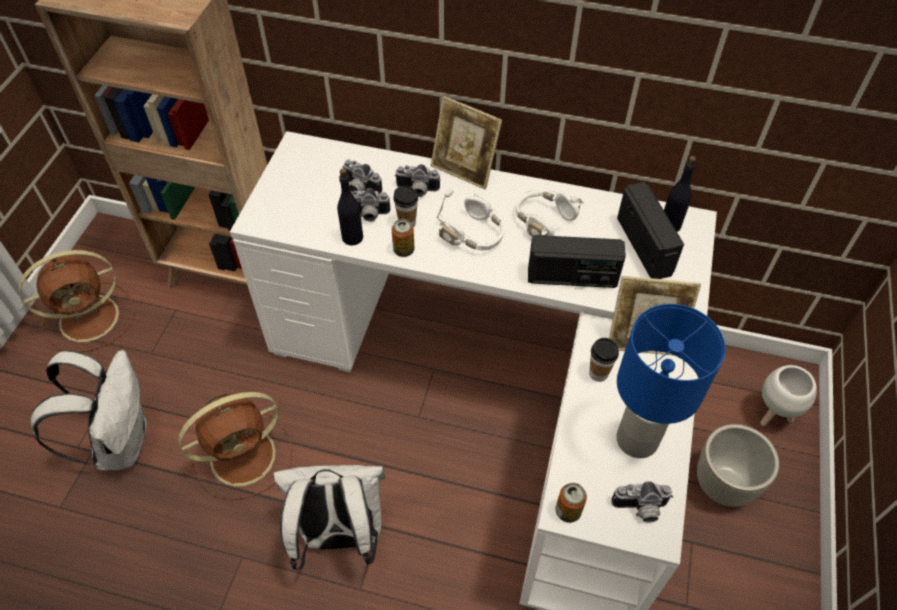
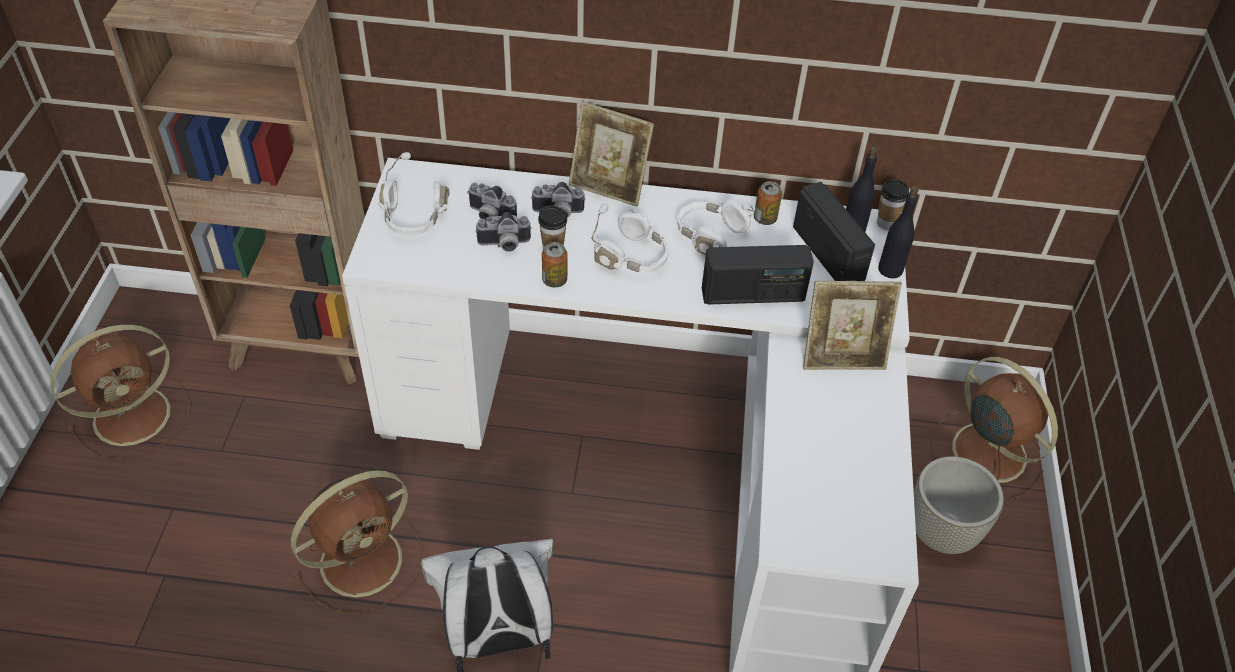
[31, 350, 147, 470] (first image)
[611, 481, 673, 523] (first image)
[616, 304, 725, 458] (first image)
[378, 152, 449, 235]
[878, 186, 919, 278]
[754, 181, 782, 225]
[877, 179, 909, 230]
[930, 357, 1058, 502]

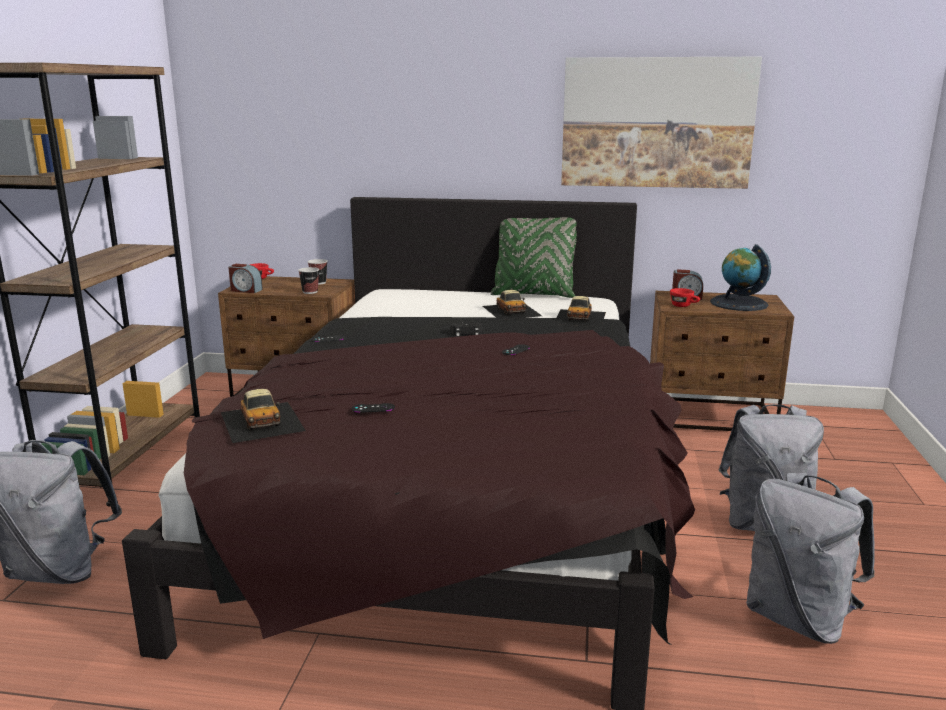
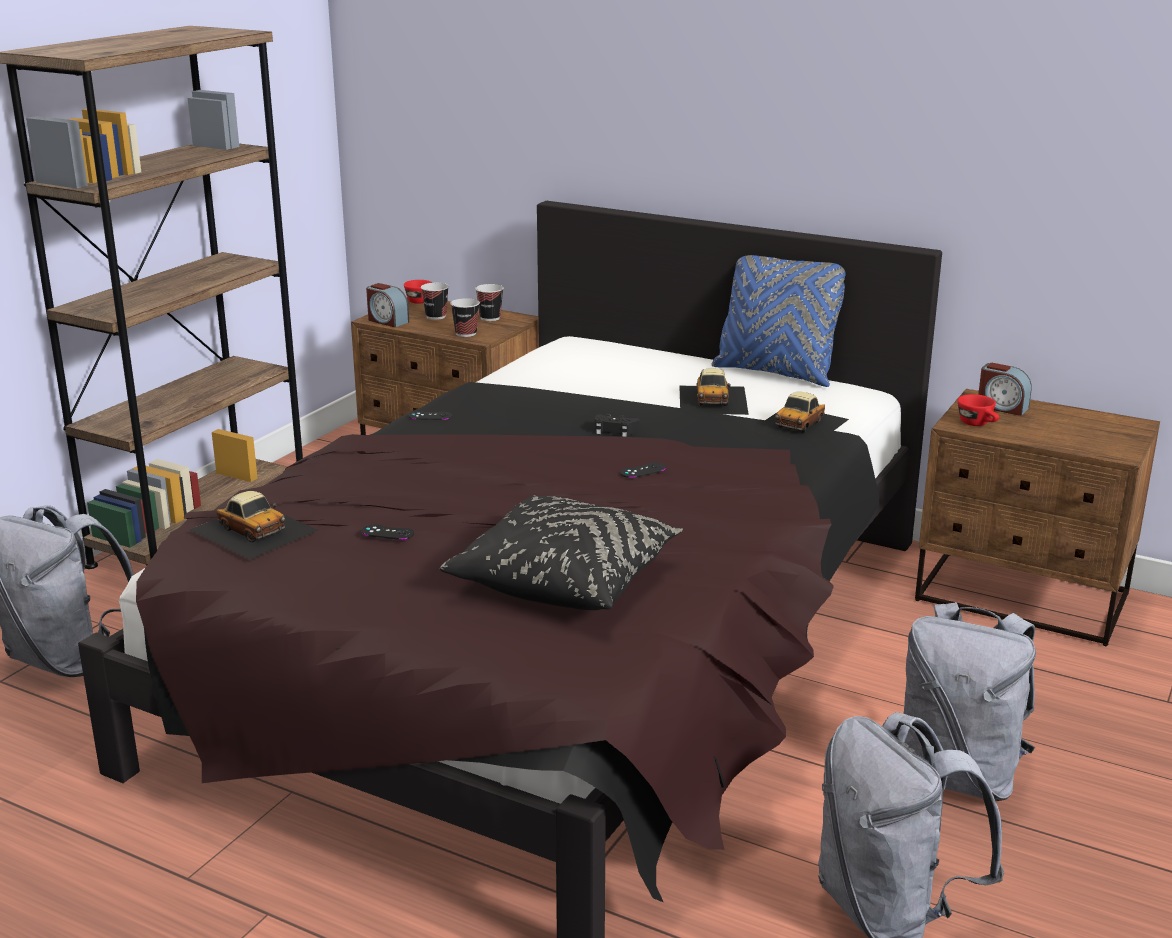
[561, 57, 762, 189] (first image)
[710, 244, 771, 311] (first image)
[421, 283, 449, 320]
[440, 495, 683, 610]
[711, 255, 845, 387]
[190, 491, 319, 559]

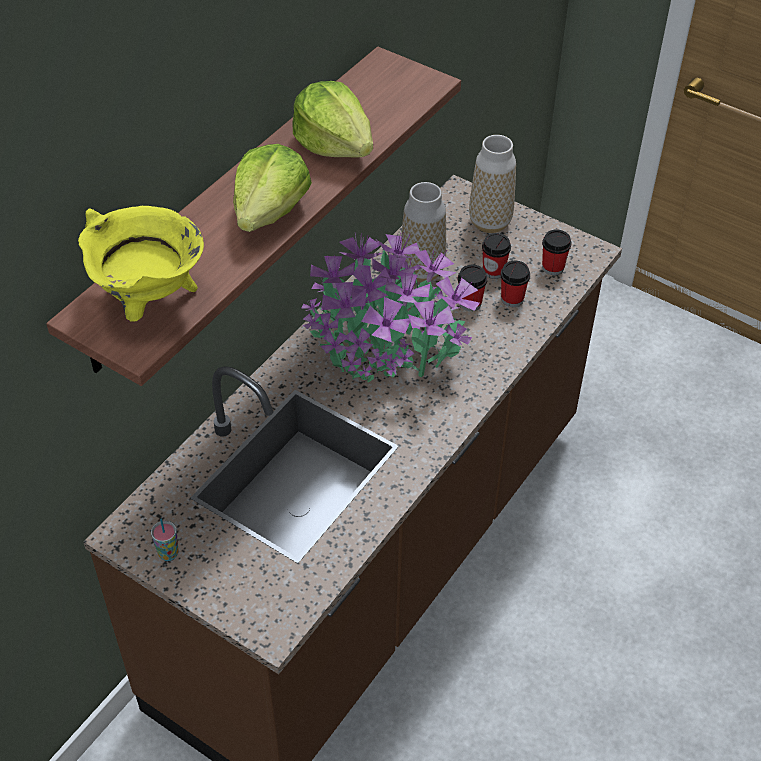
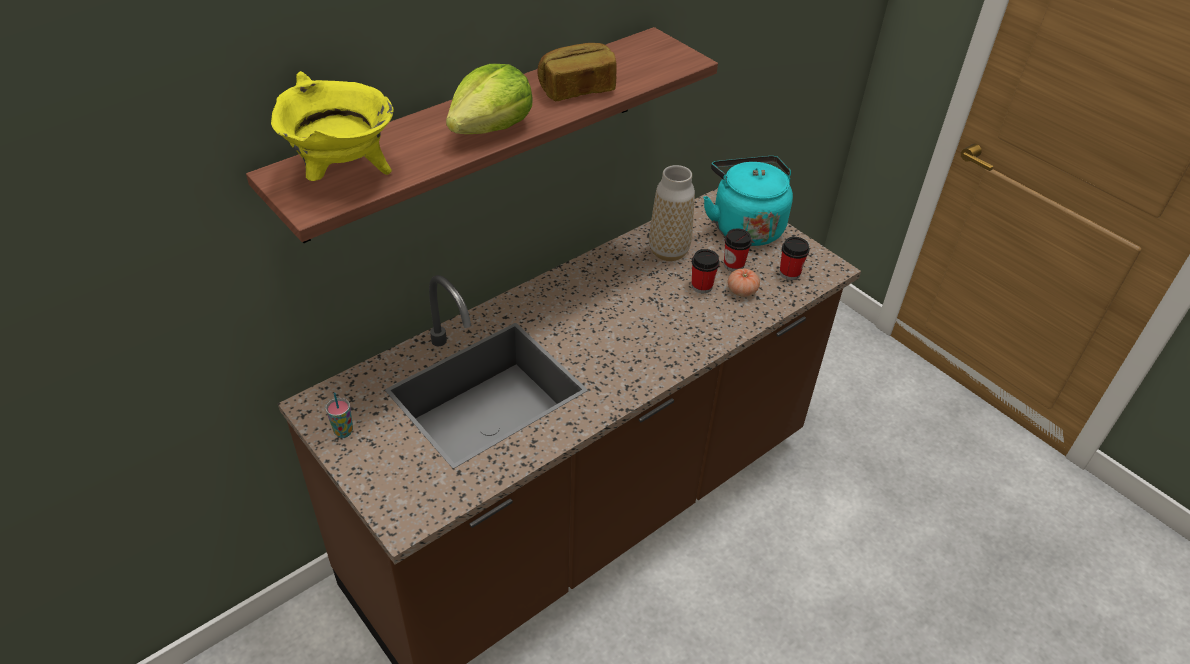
[302, 232, 480, 382] (first image)
[538, 43, 617, 101]
[703, 156, 793, 246]
[728, 268, 760, 297]

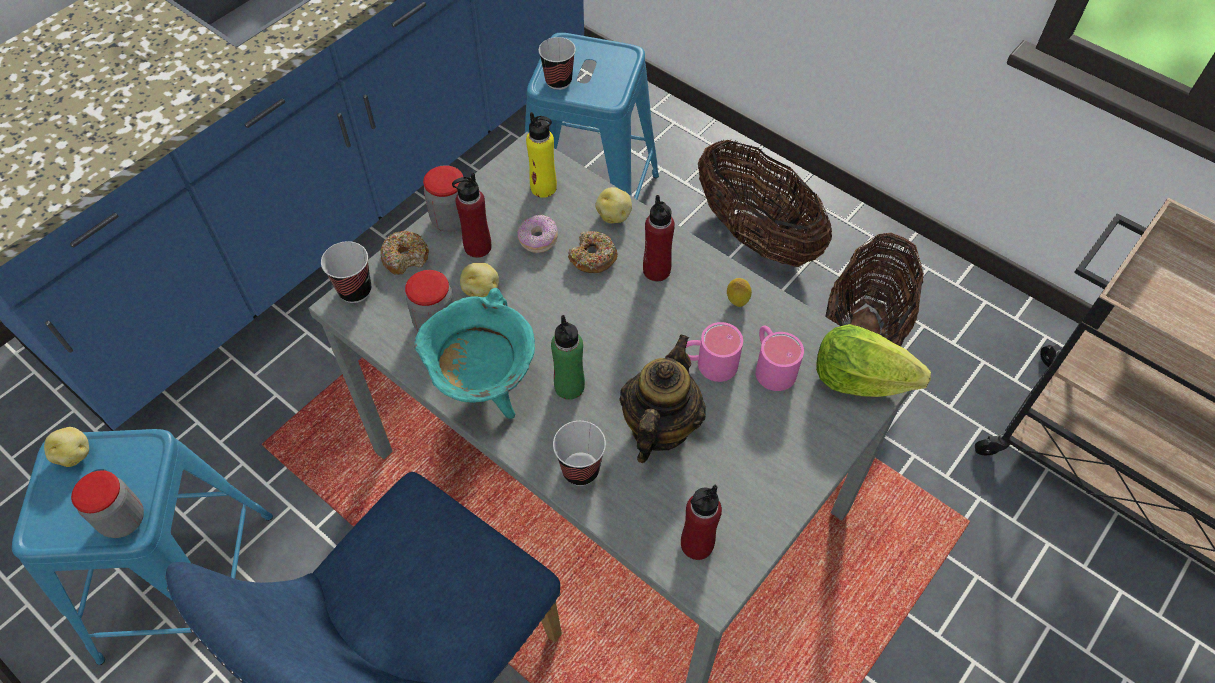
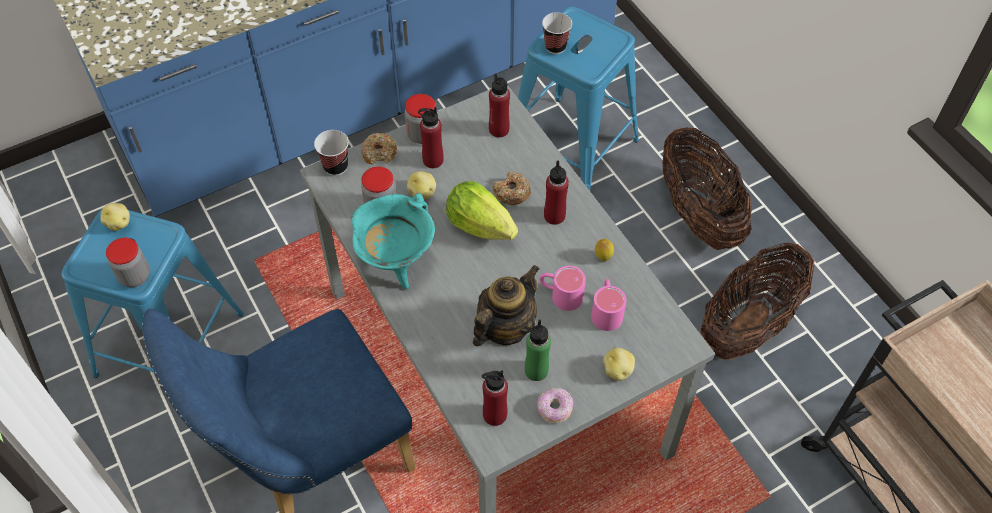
[553, 421, 606, 486] (first image)
[537, 388, 573, 423]
[525, 320, 551, 381]
[603, 348, 635, 381]
[446, 181, 518, 240]
[489, 73, 510, 137]

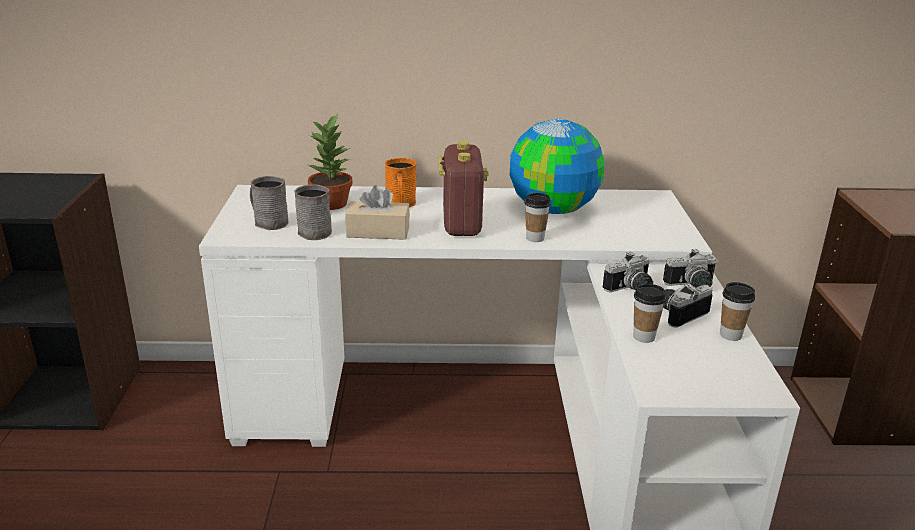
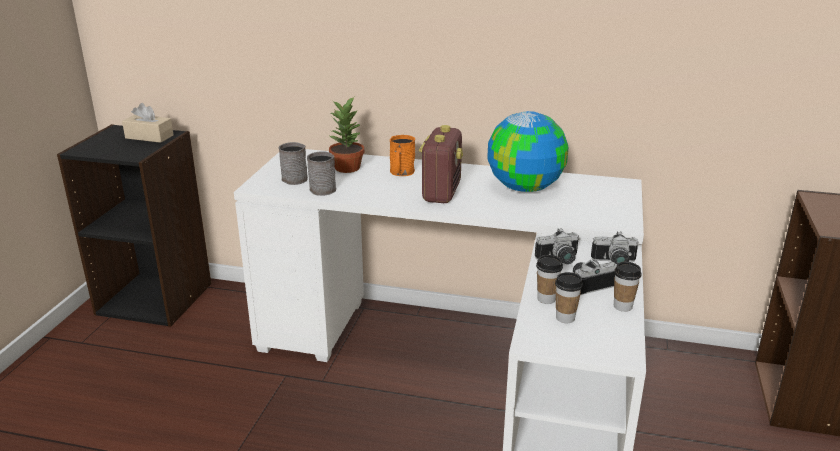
[122, 103, 173, 143]
[555, 272, 583, 323]

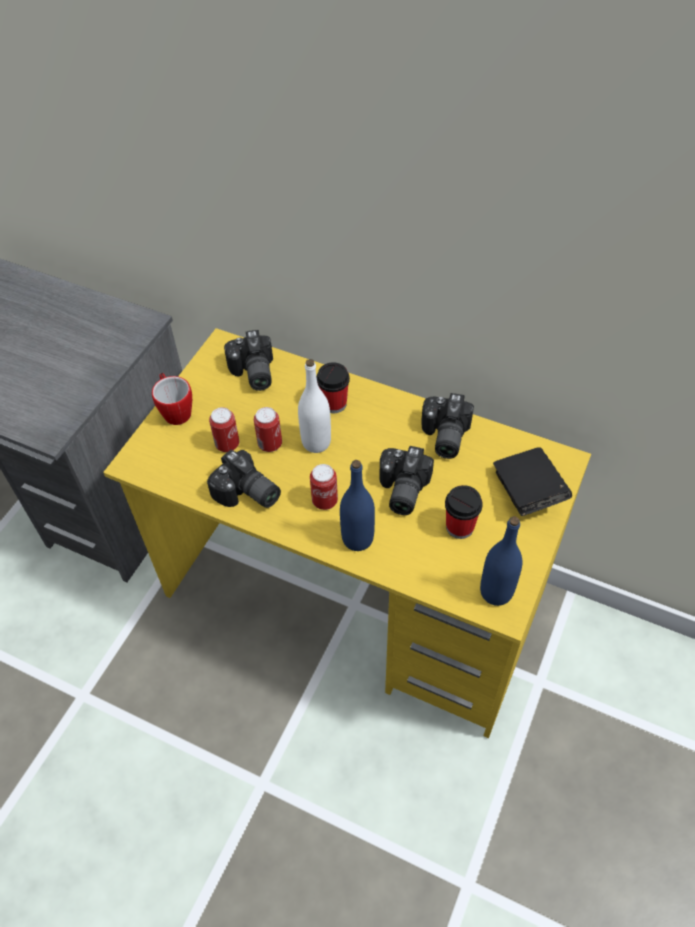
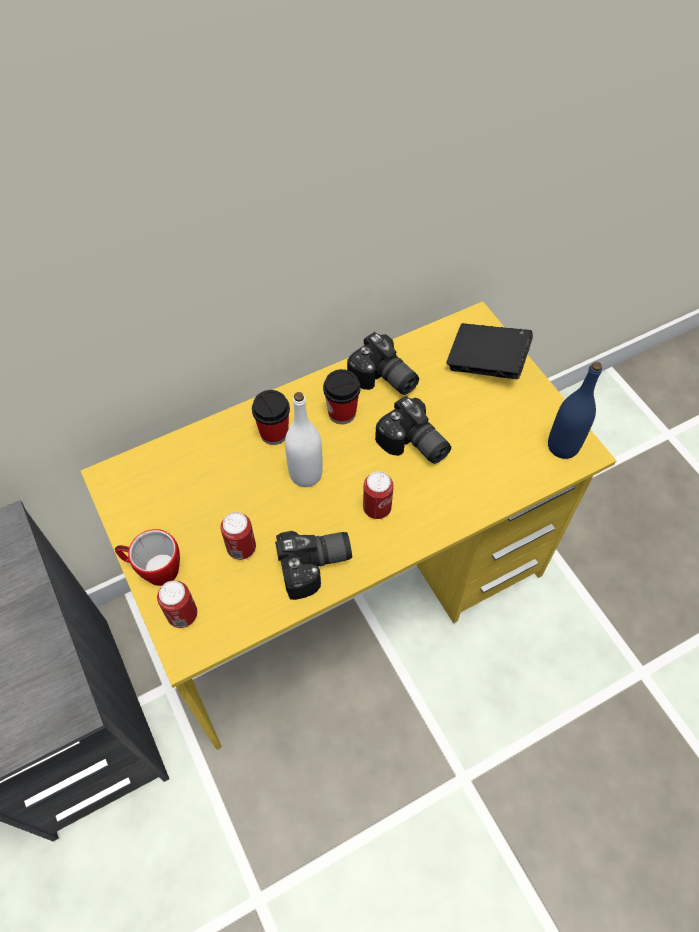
[224, 330, 273, 391] (first image)
[340, 460, 375, 551] (first image)
[157, 581, 197, 628]
[323, 369, 360, 424]

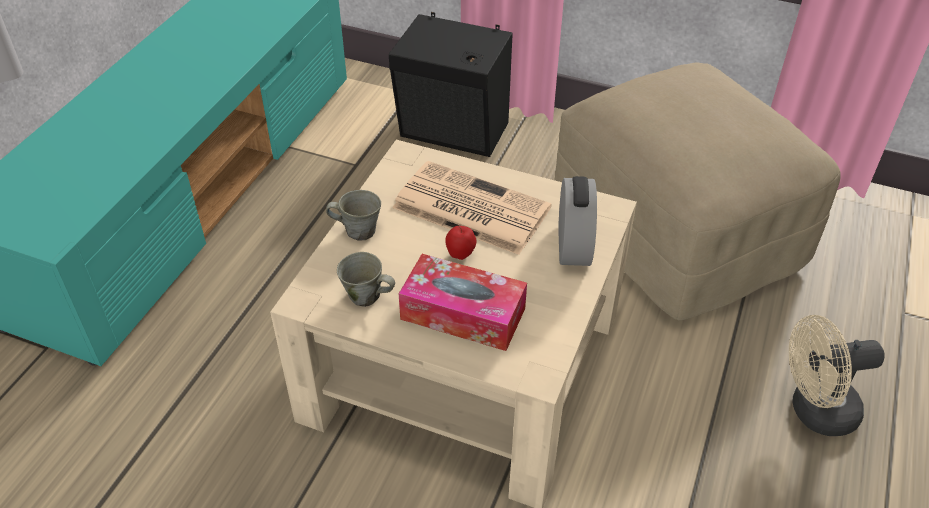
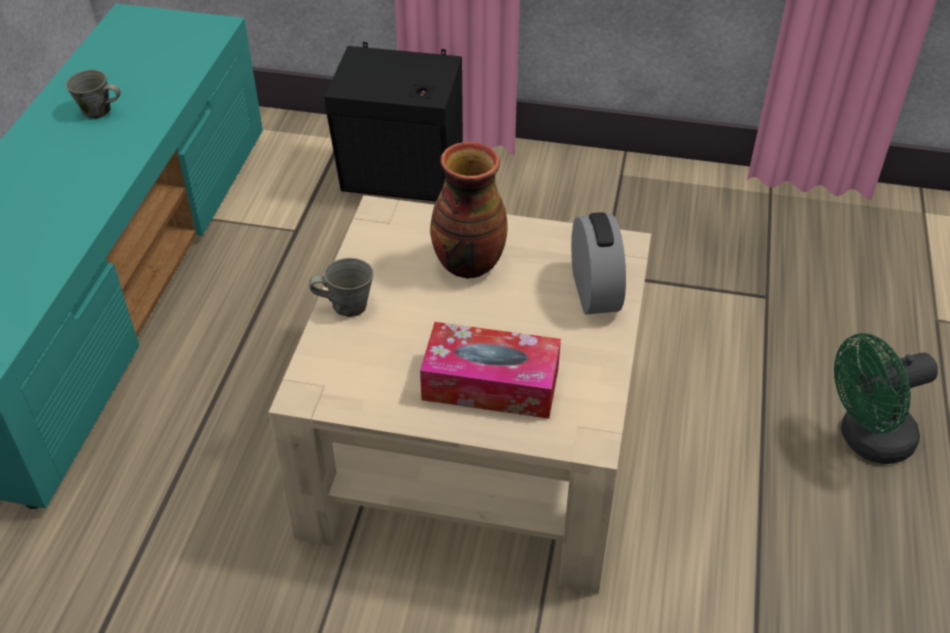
[445, 226, 476, 260] (first image)
[555, 62, 841, 320] (first image)
[66, 69, 121, 119]
[430, 142, 508, 279]
[834, 333, 938, 464]

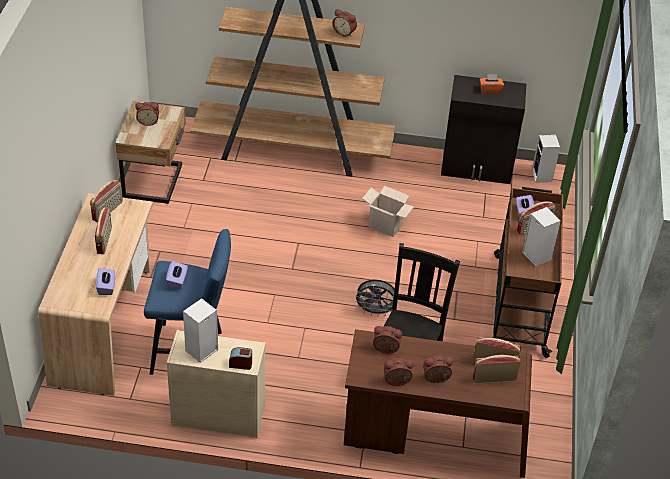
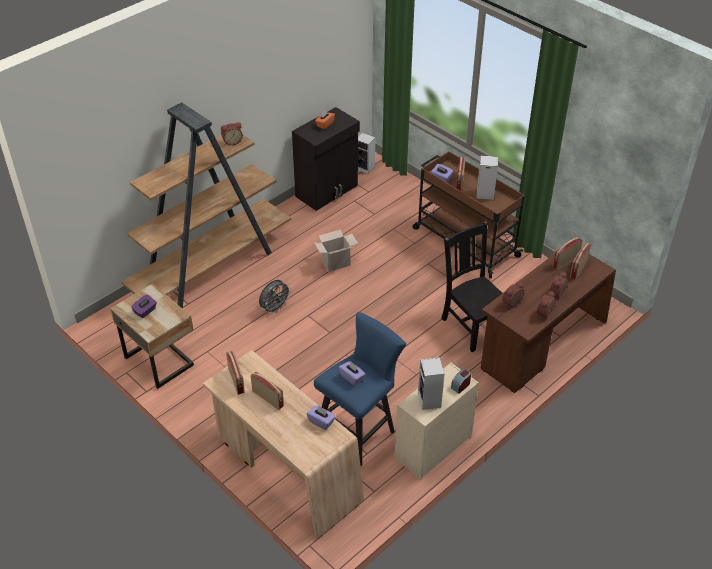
[259, 280, 292, 314]
[131, 294, 157, 318]

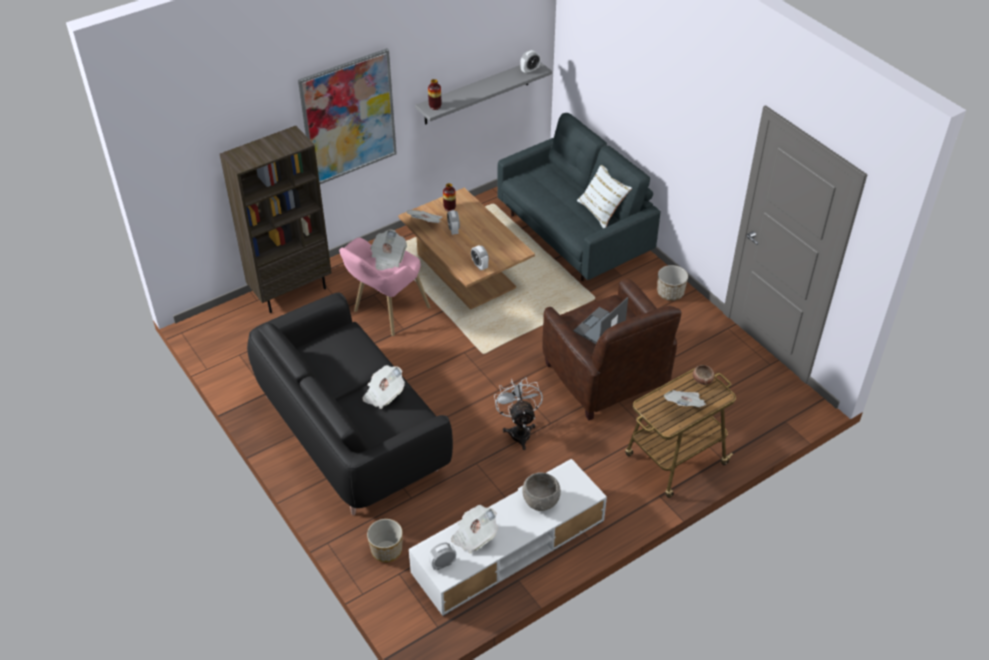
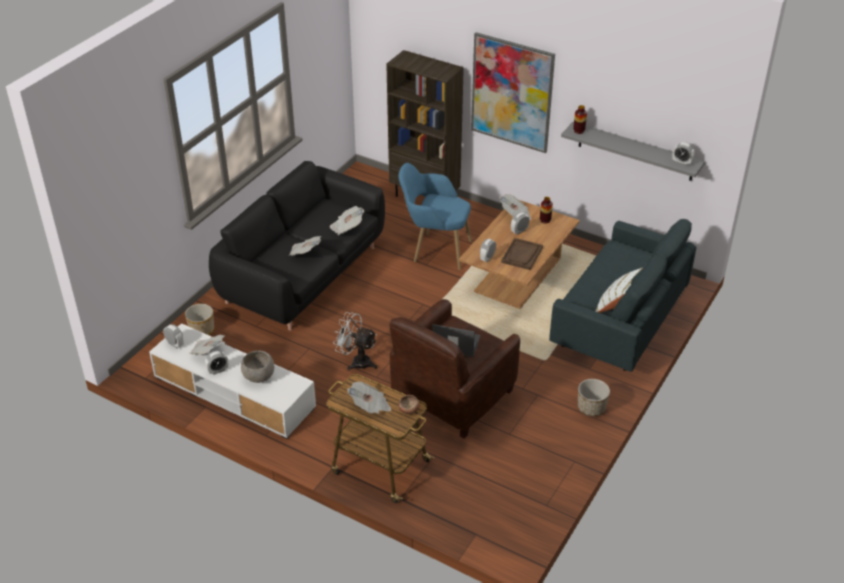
[205, 351, 228, 375]
[501, 238, 543, 270]
[330, 206, 364, 235]
[398, 163, 472, 270]
[333, 312, 377, 371]

